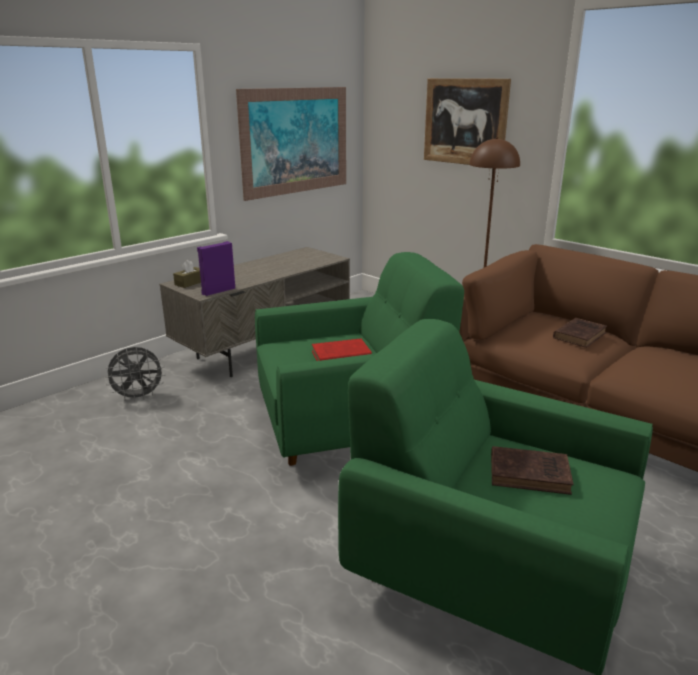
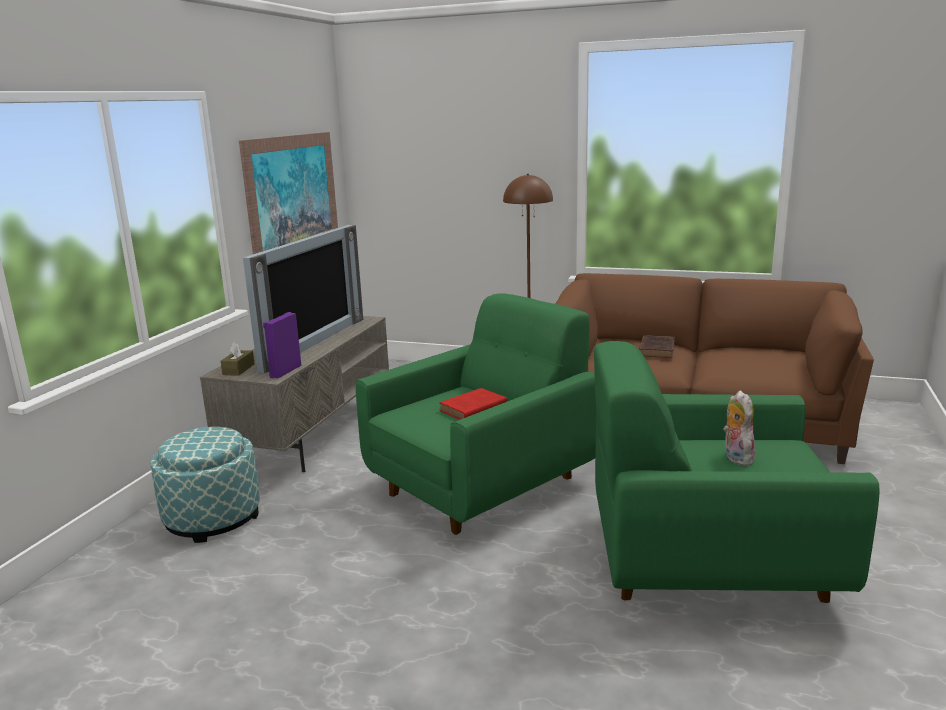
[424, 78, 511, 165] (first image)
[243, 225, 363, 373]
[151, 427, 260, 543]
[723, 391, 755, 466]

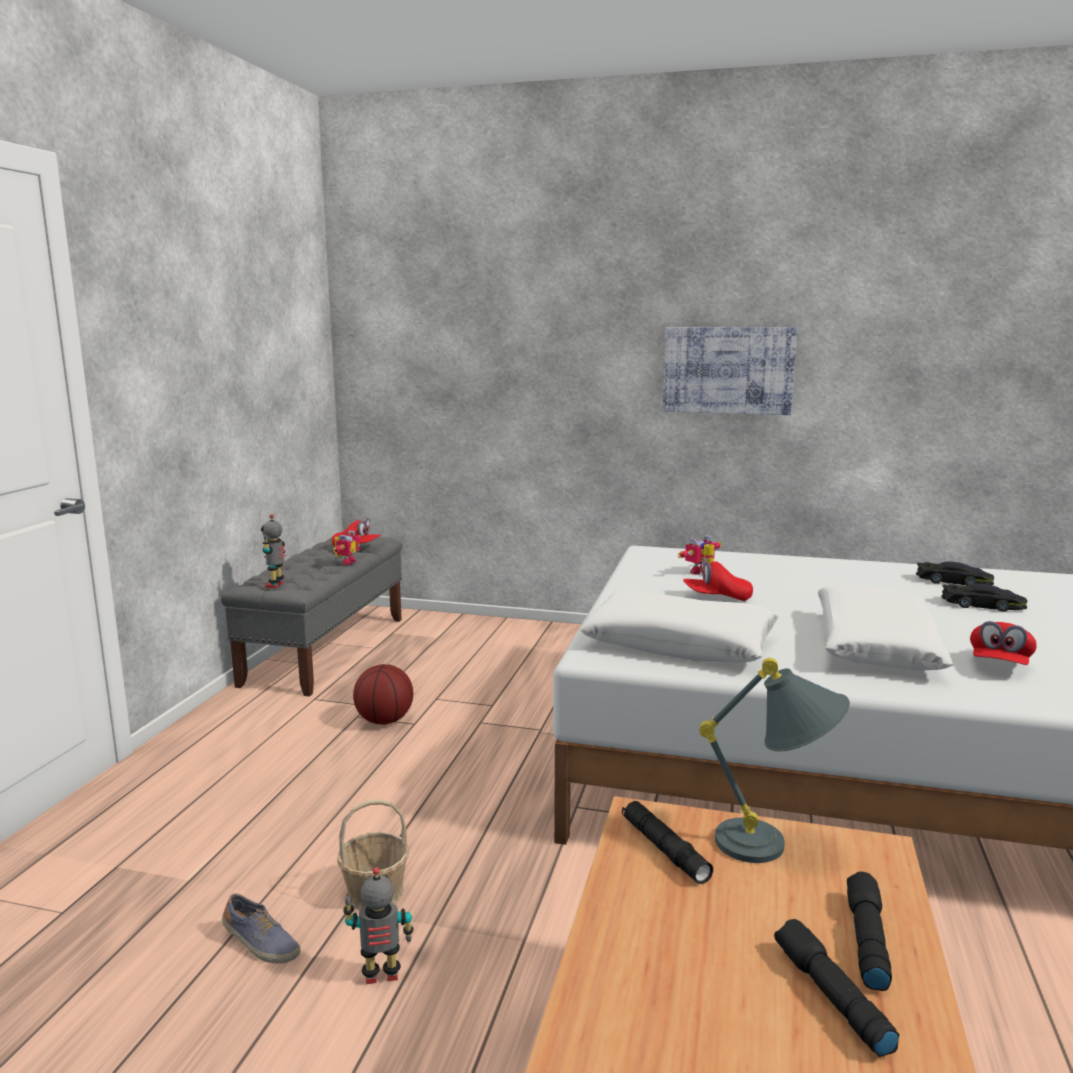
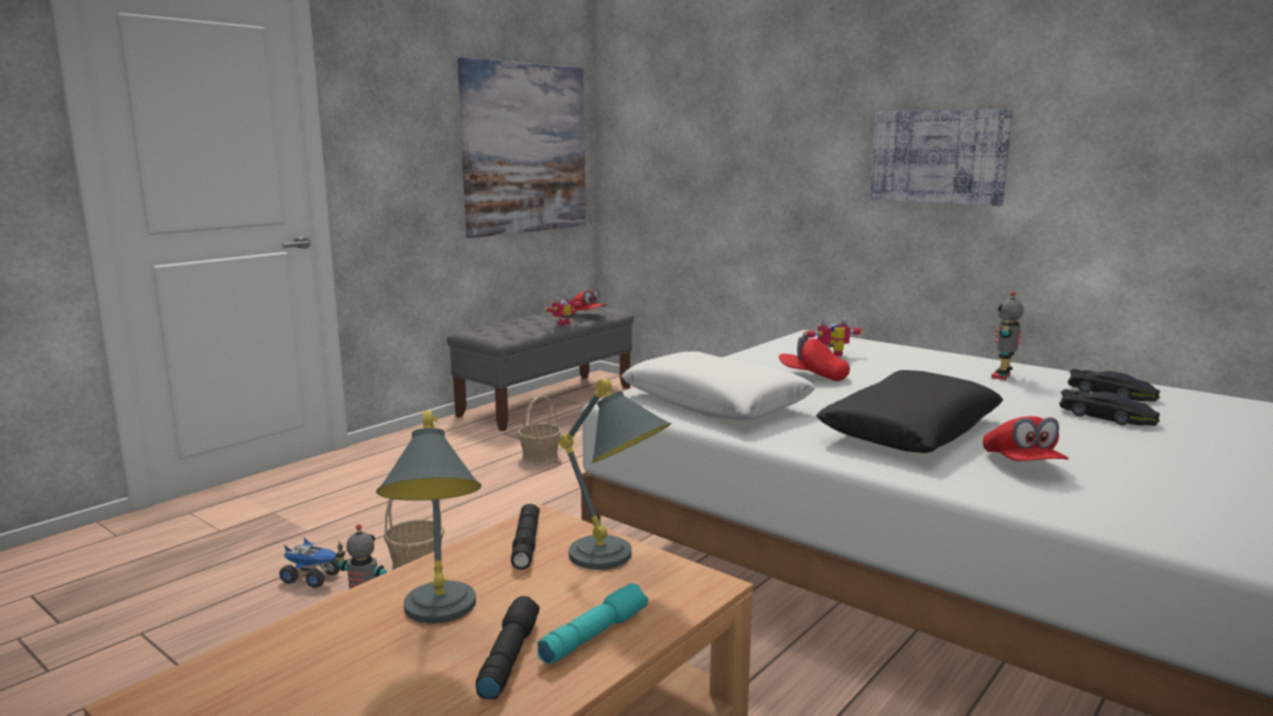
[376, 411, 481, 624]
[457, 57, 586, 238]
[991, 291, 1024, 380]
[279, 538, 341, 588]
[518, 395, 562, 464]
[816, 370, 1003, 453]
[537, 583, 648, 664]
[983, 416, 1069, 461]

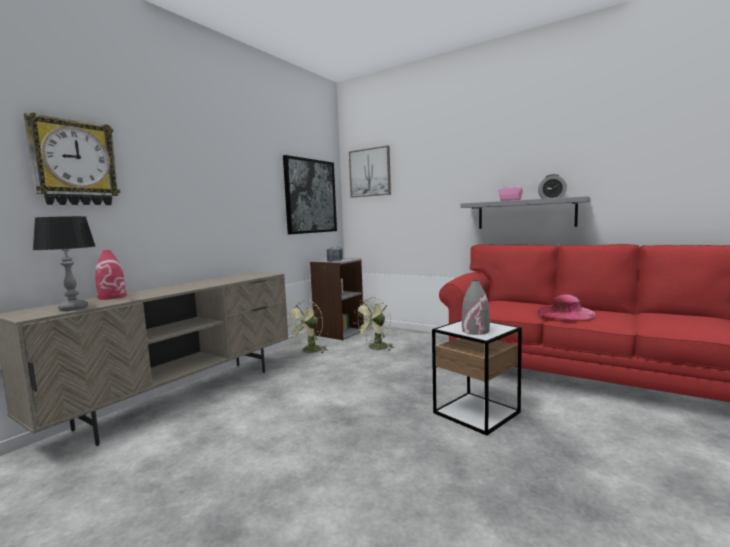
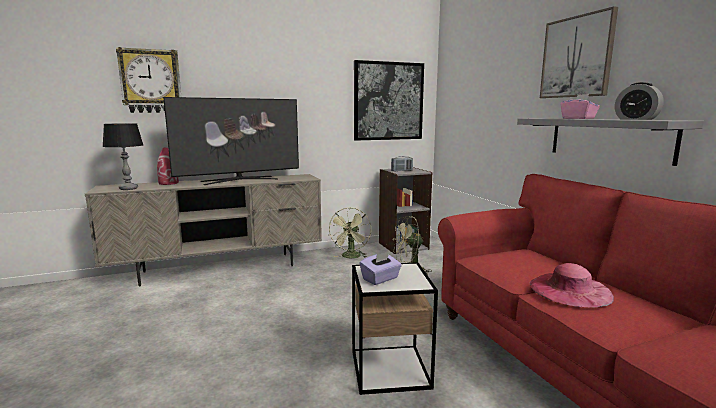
[163, 97, 299, 185]
[540, 6, 618, 98]
[359, 251, 402, 285]
[329, 208, 371, 258]

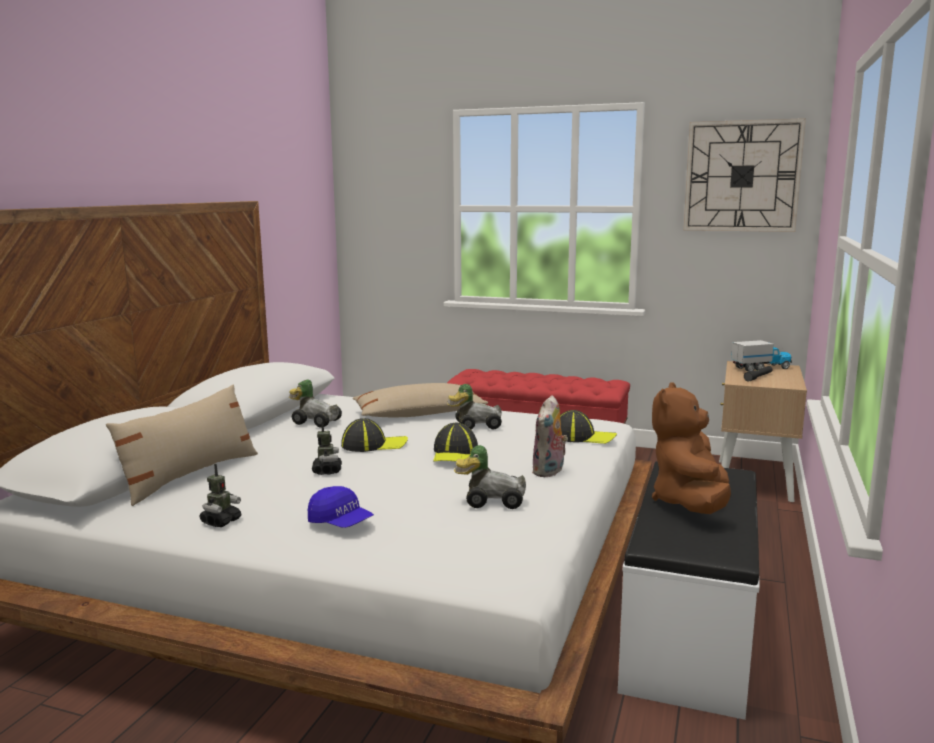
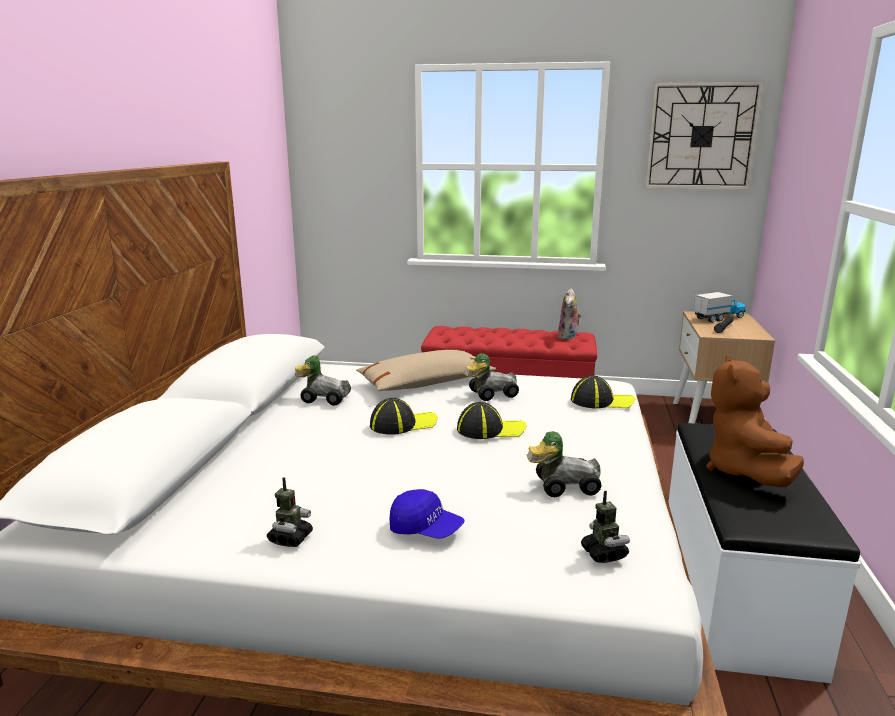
[106, 384, 258, 506] (first image)
[581, 491, 630, 563]
[558, 288, 581, 340]
[457, 402, 526, 439]

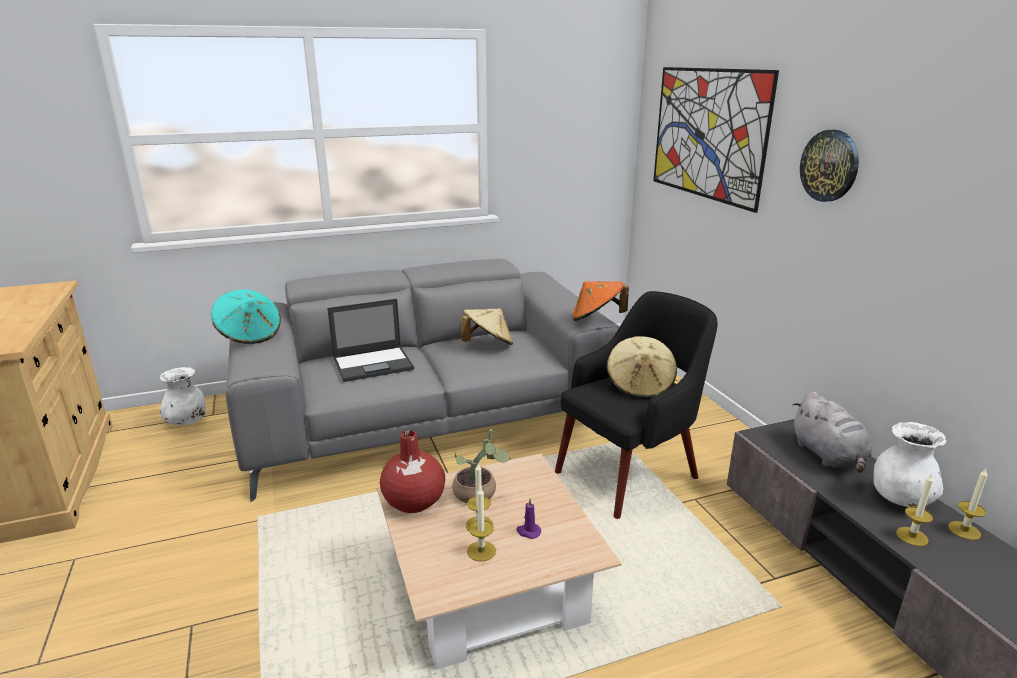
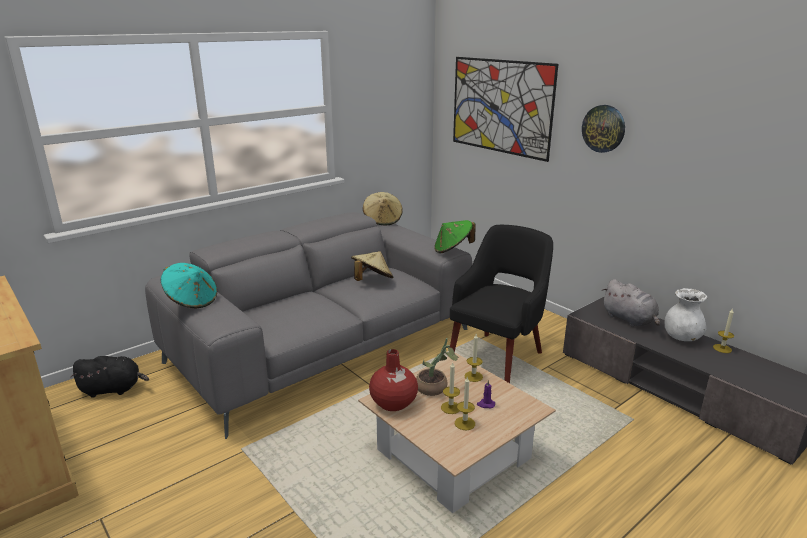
[327, 299, 414, 382] (first image)
[363, 192, 403, 225]
[464, 334, 483, 382]
[70, 356, 149, 397]
[434, 220, 476, 254]

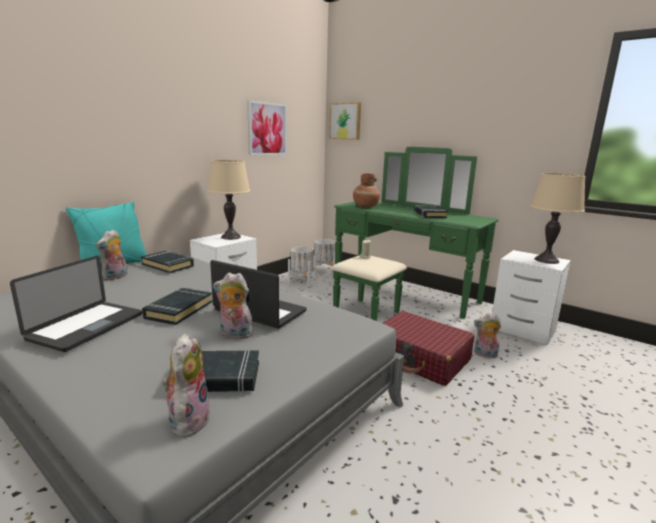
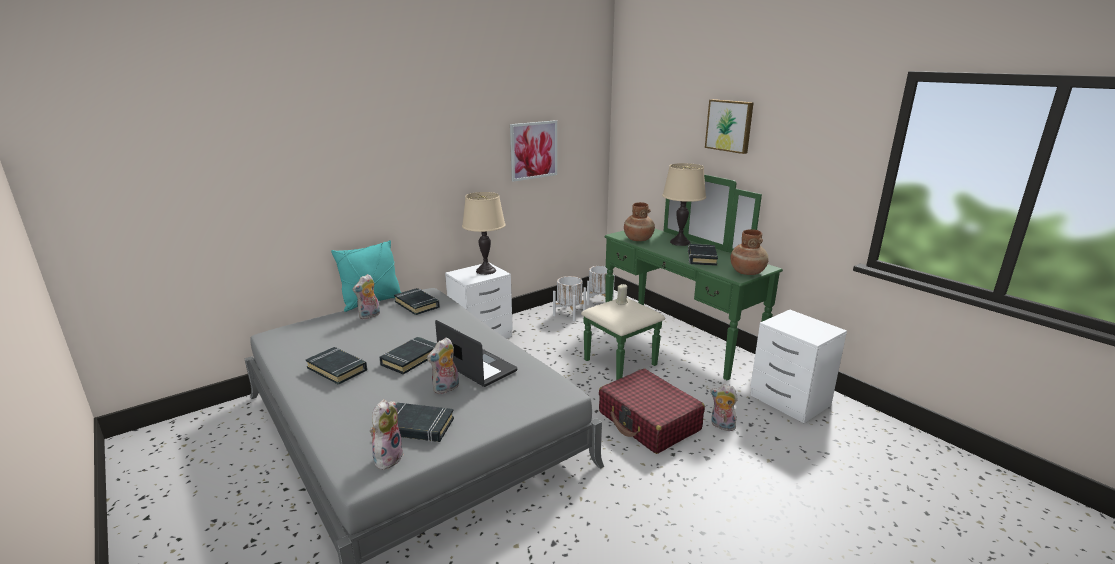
[730, 229, 769, 275]
[705, 99, 754, 154]
[662, 163, 706, 246]
[306, 347, 367, 385]
[427, 338, 459, 394]

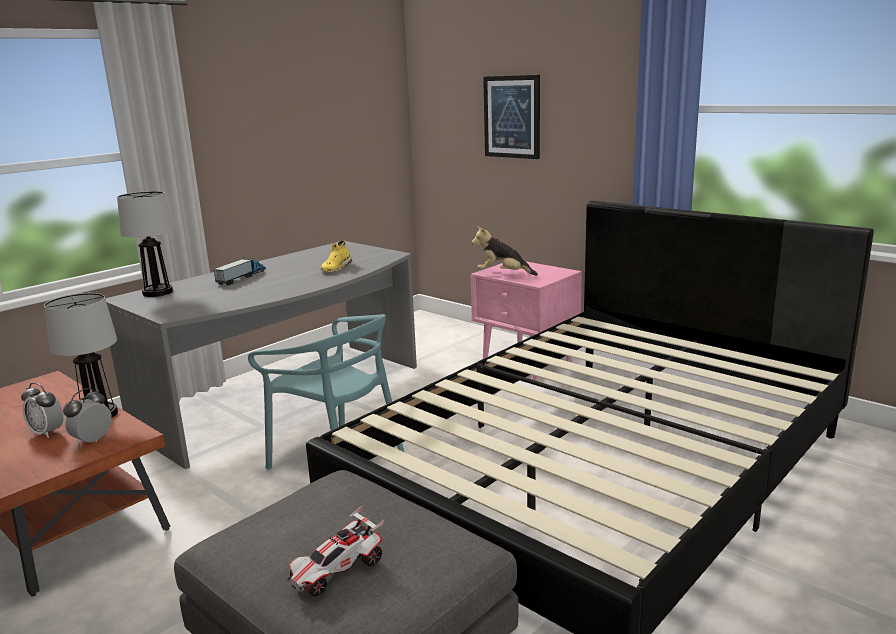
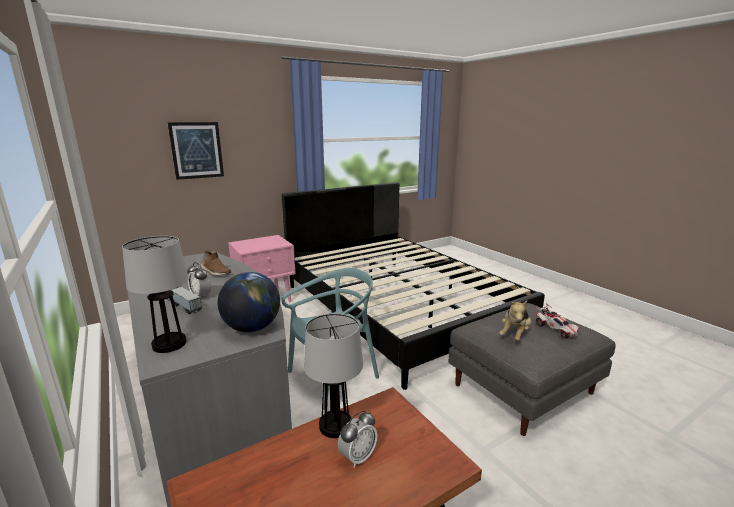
[218, 272, 280, 332]
[187, 262, 211, 297]
[499, 301, 531, 341]
[201, 250, 231, 276]

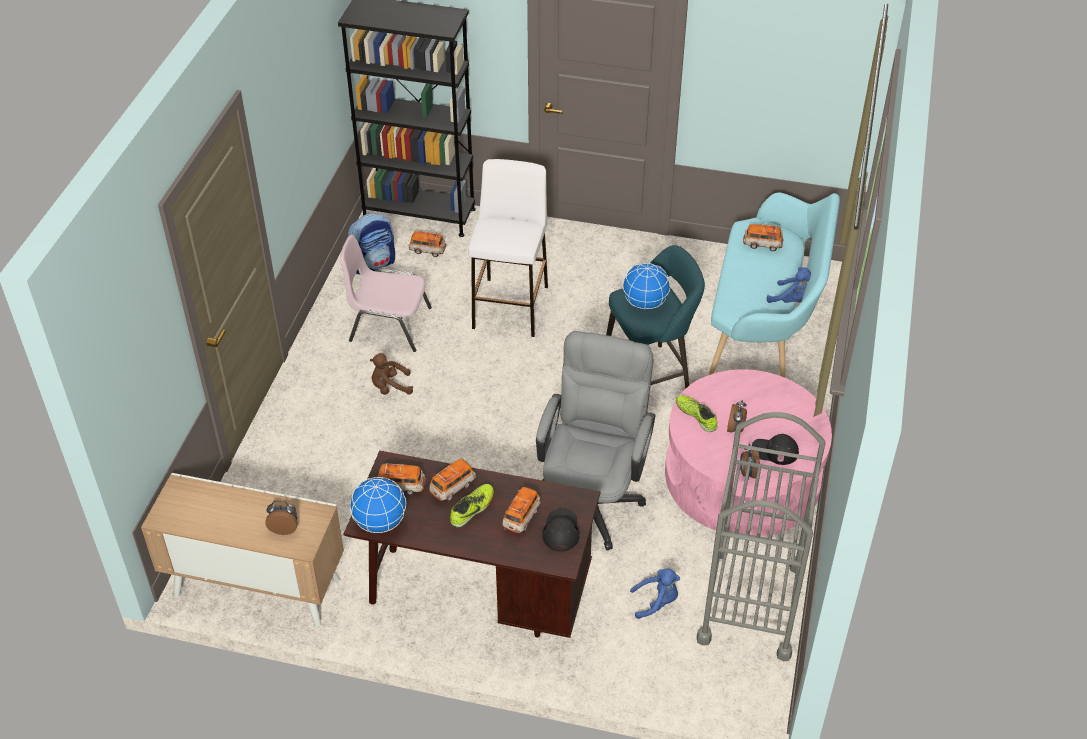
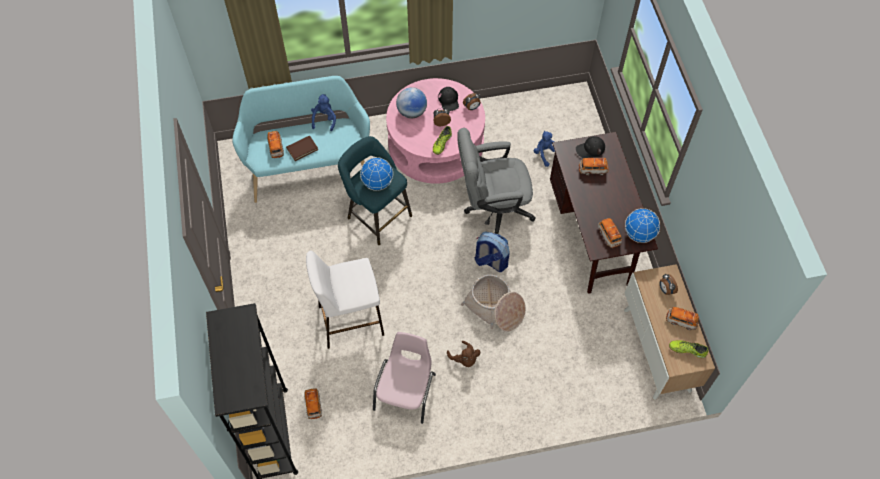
[697, 412, 825, 661] (first image)
[286, 136, 318, 161]
[396, 87, 427, 119]
[461, 274, 526, 332]
[474, 232, 510, 272]
[666, 307, 699, 330]
[669, 340, 708, 358]
[373, 332, 436, 424]

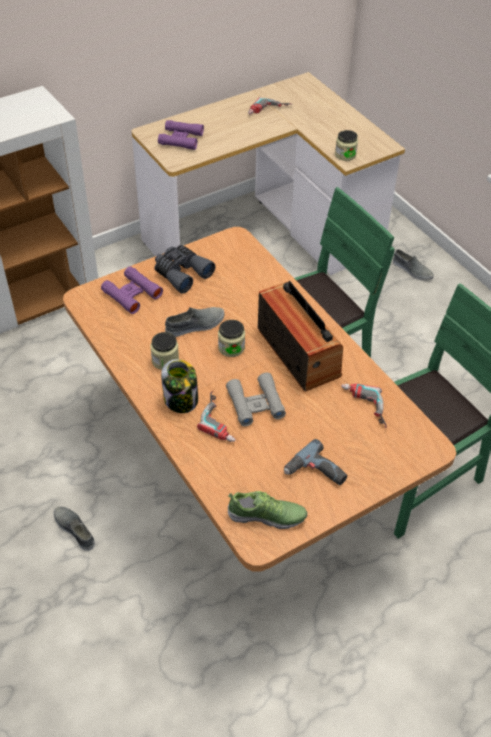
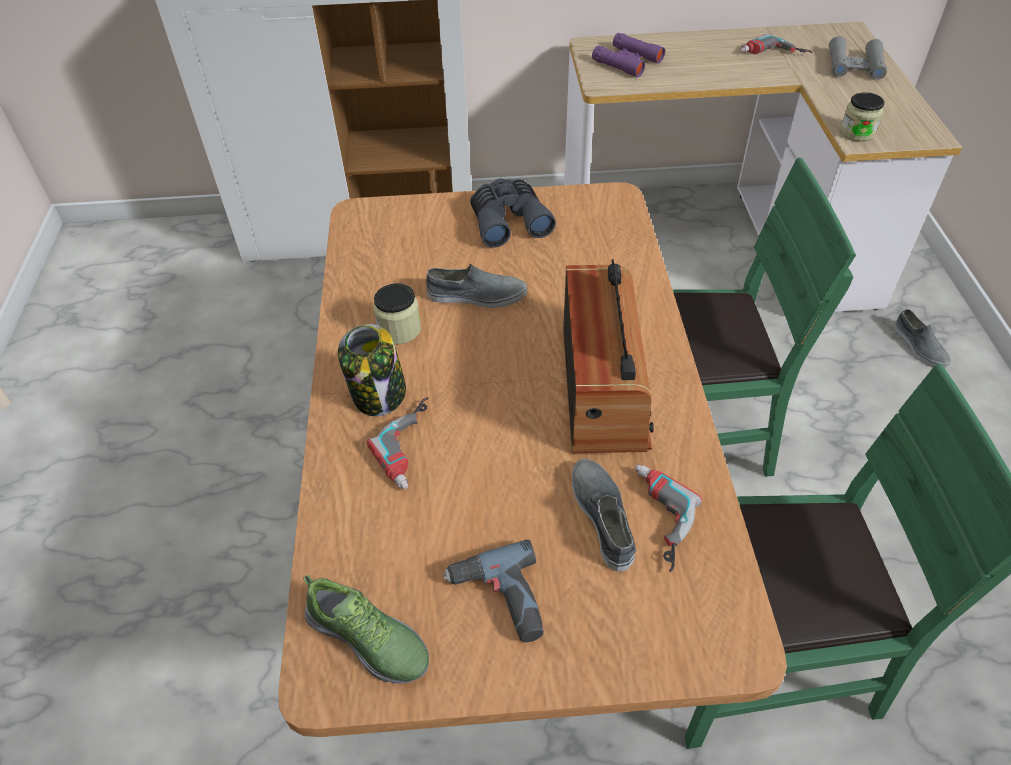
[101, 266, 163, 314] (first image)
[218, 320, 245, 357] (first image)
[572, 459, 636, 572]
[829, 36, 887, 80]

